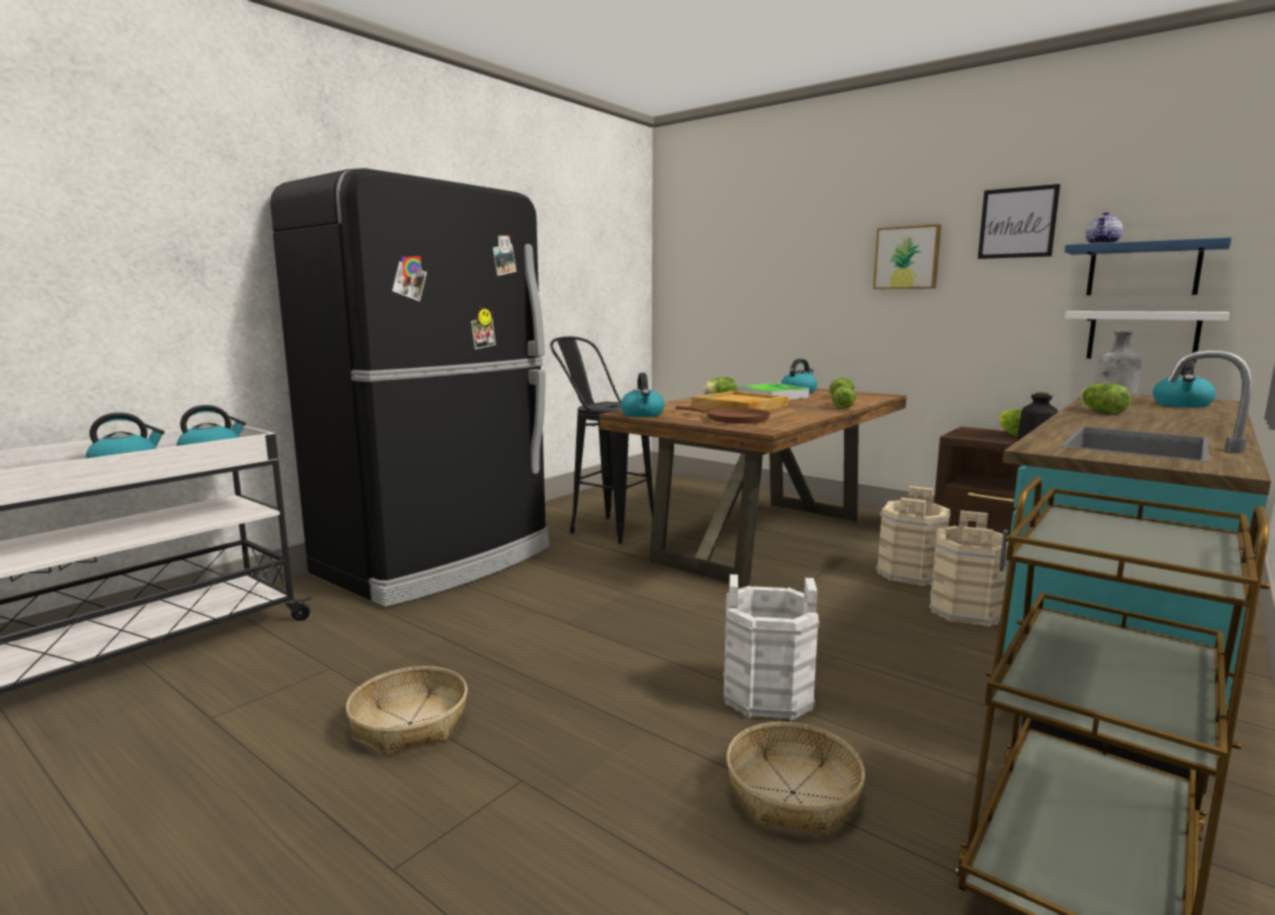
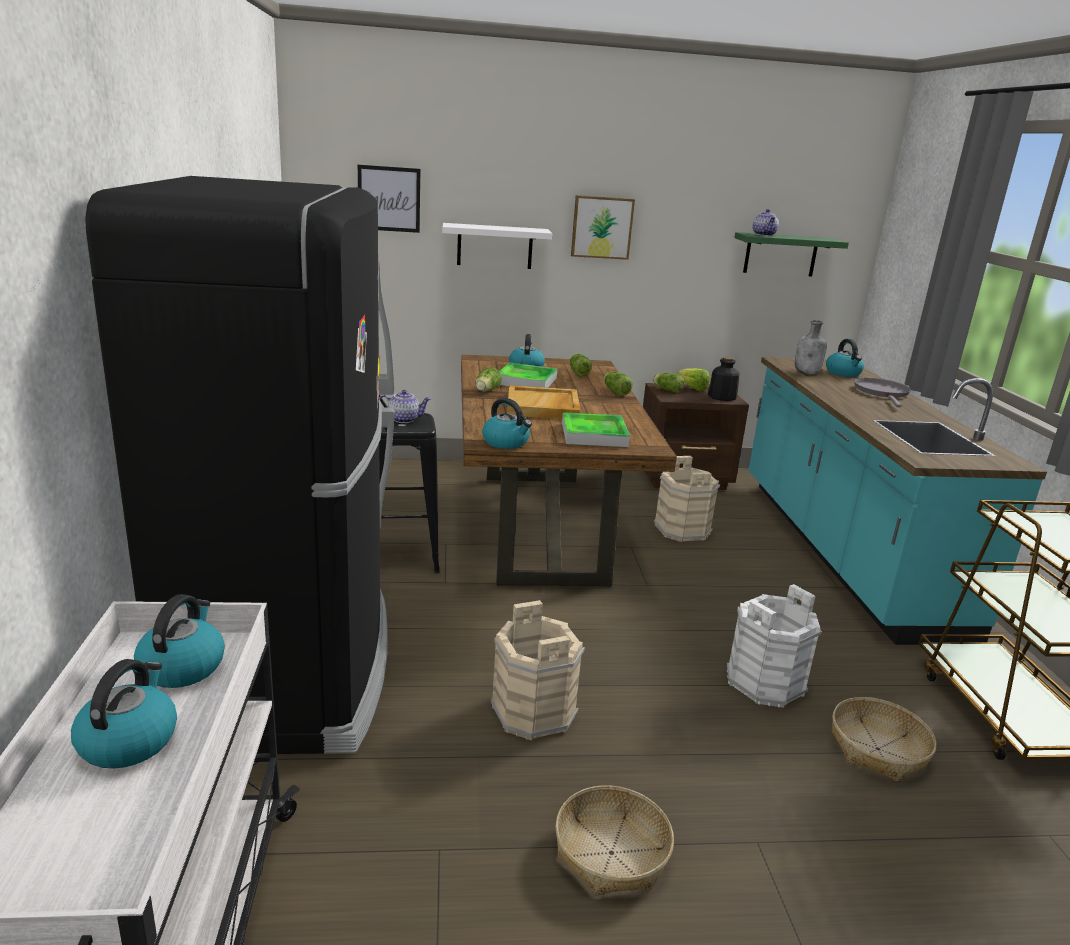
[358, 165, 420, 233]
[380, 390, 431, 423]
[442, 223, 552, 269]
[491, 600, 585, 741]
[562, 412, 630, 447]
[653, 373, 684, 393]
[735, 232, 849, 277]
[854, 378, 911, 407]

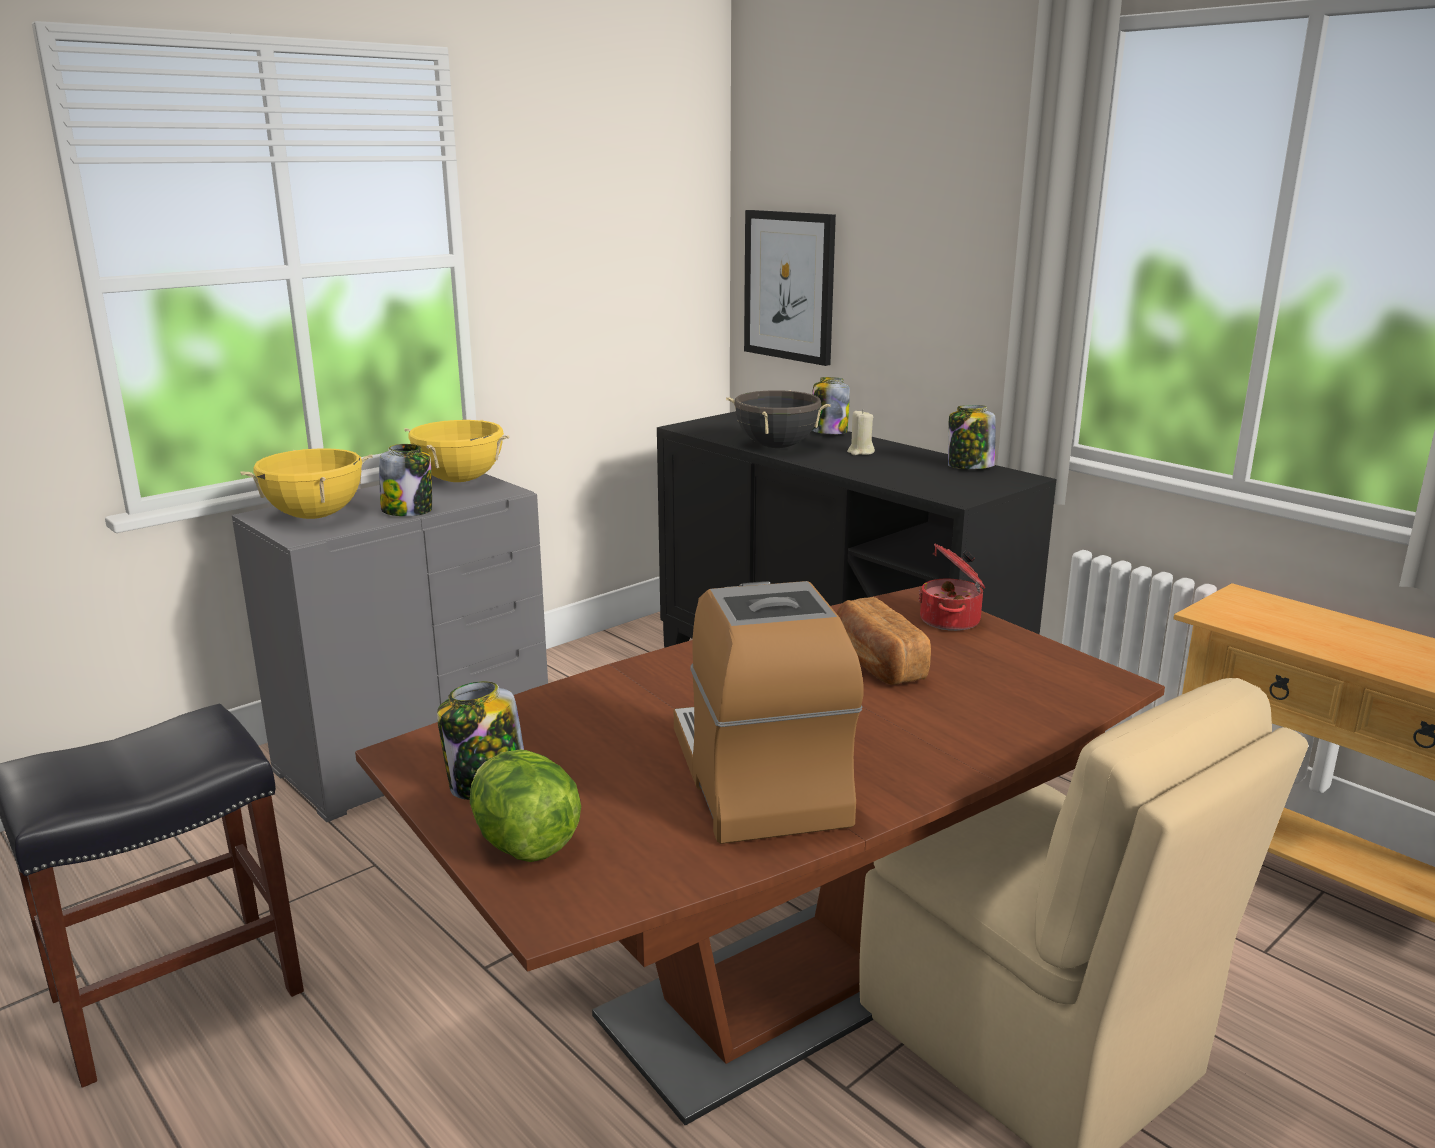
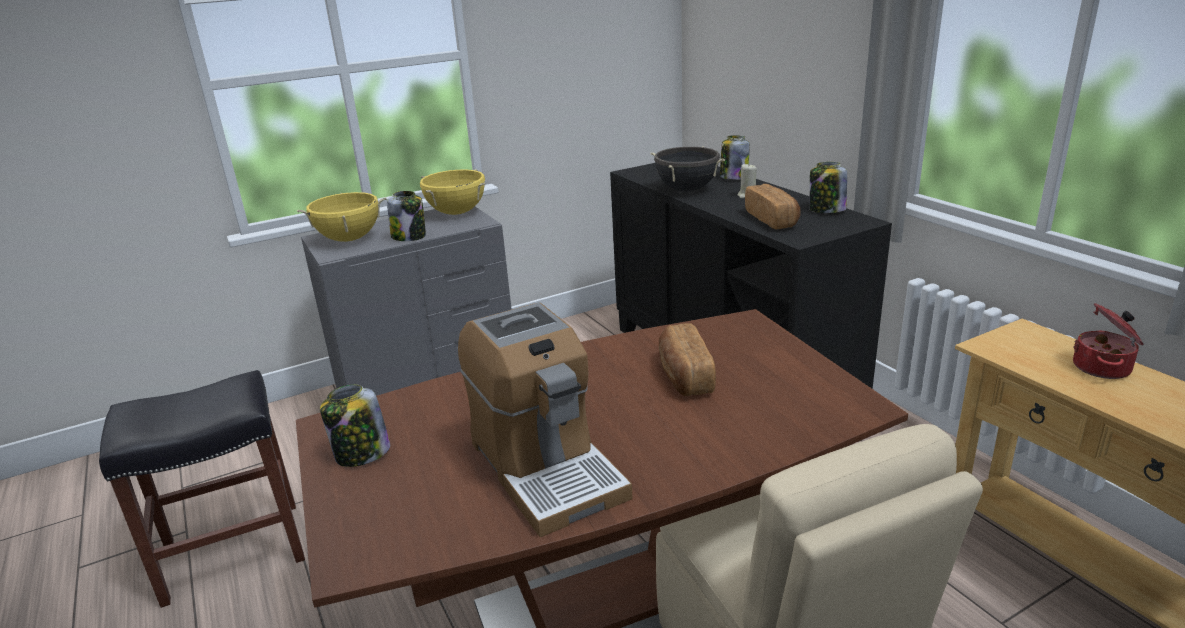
[458, 303, 633, 537]
[745, 184, 801, 230]
[1073, 303, 1143, 379]
[470, 749, 581, 862] (first image)
[744, 210, 836, 366] (first image)

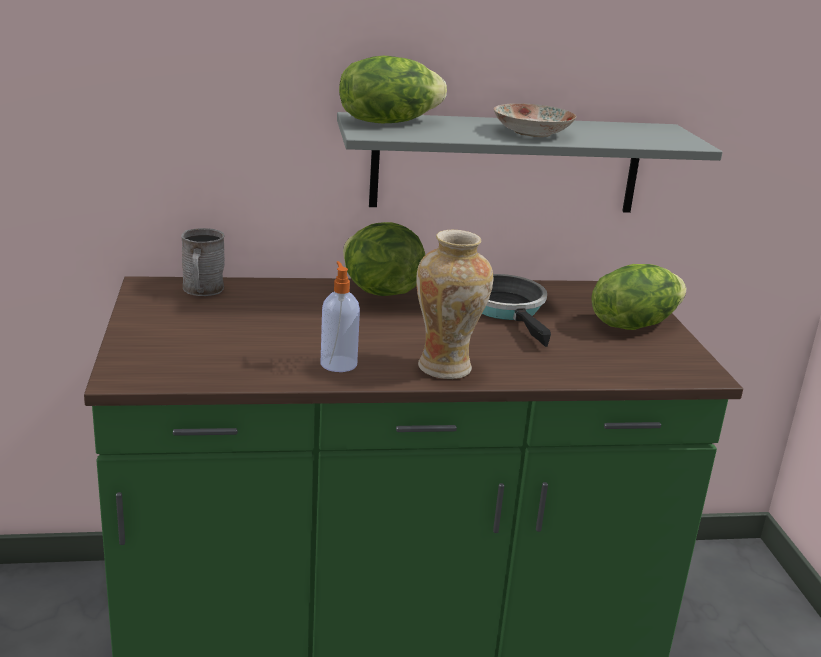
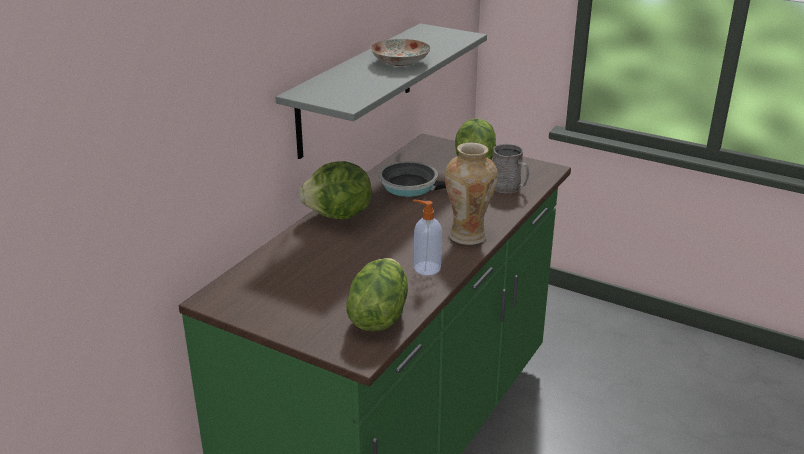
[346, 258, 408, 332]
[492, 144, 529, 193]

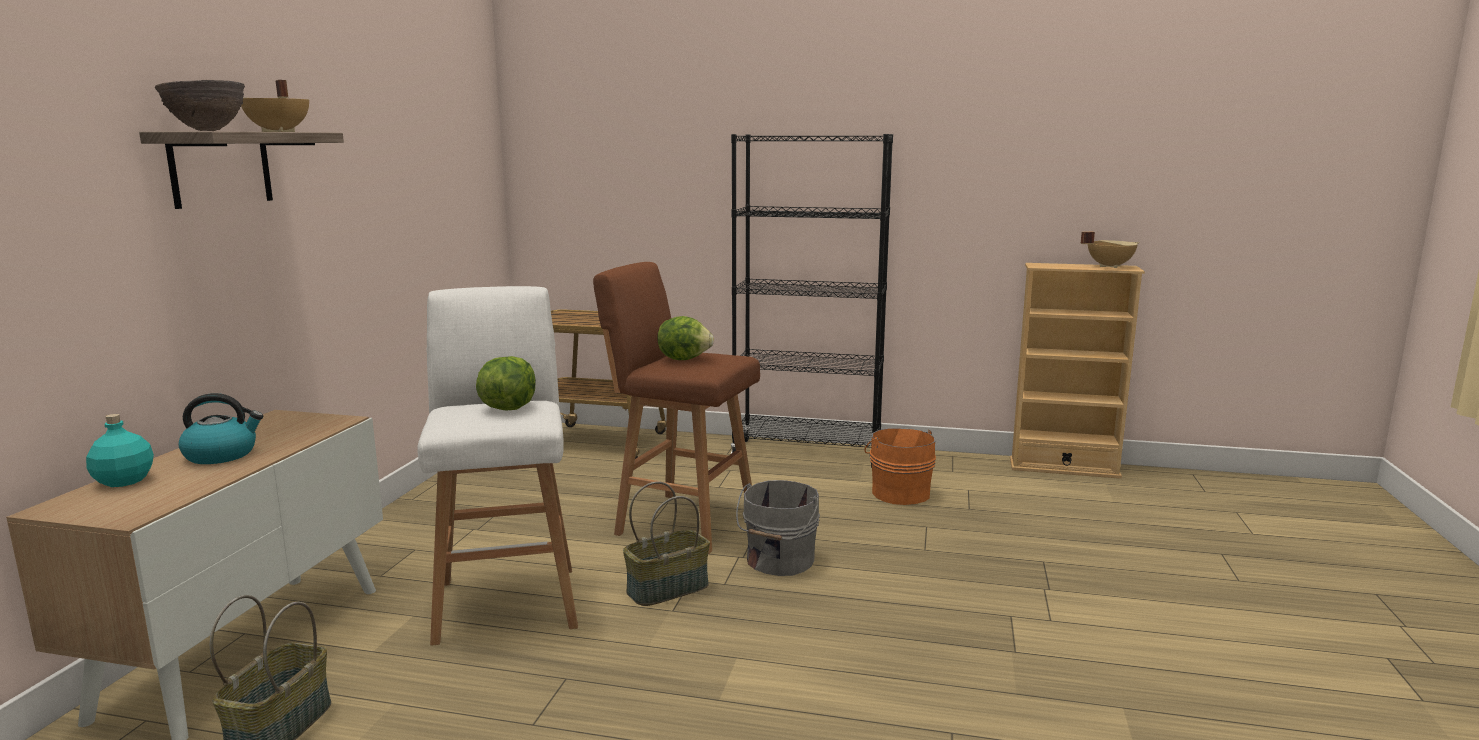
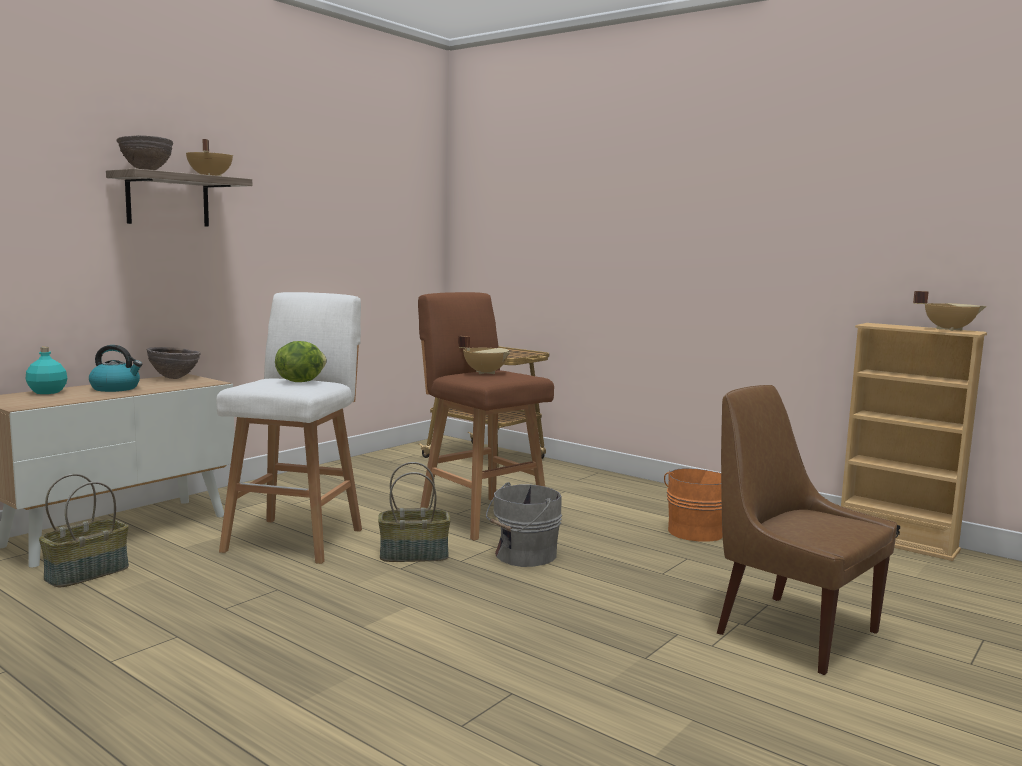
[146, 347, 201, 379]
[458, 336, 511, 374]
[717, 385, 897, 675]
[731, 134, 893, 468] (first image)

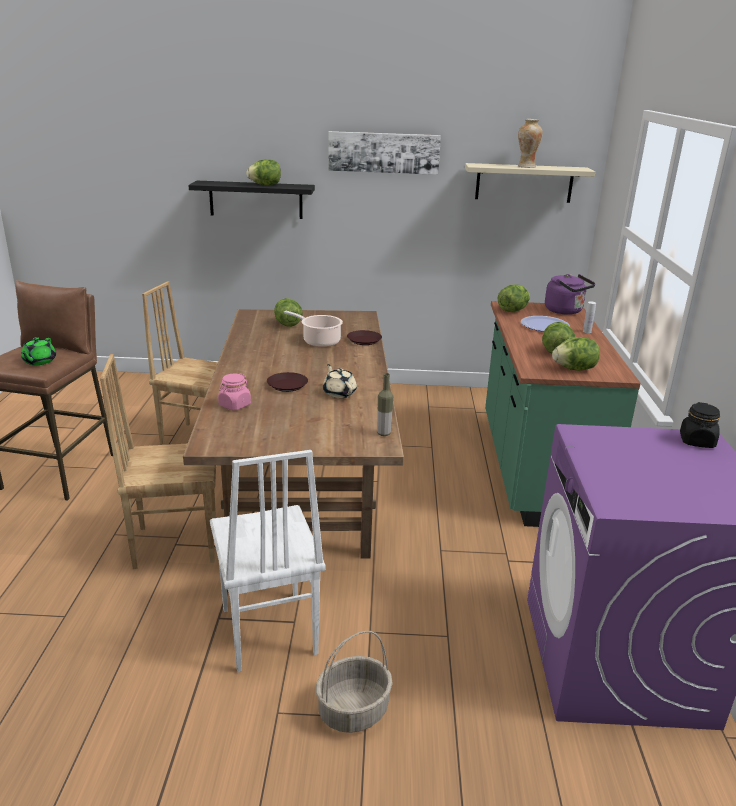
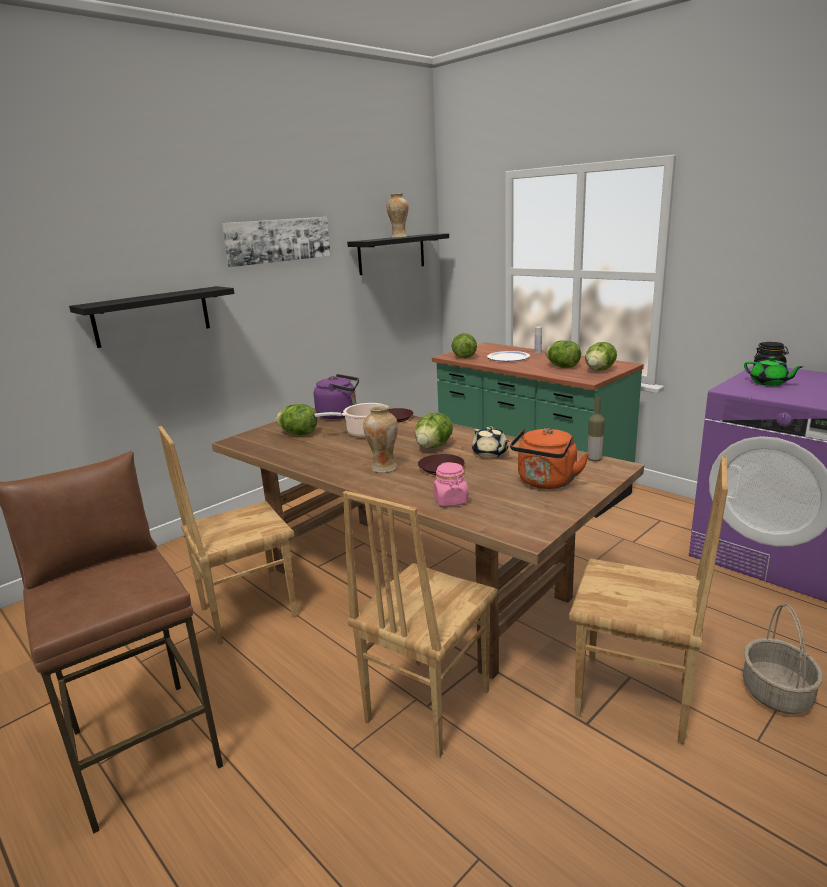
[314, 374, 359, 419]
[347, 234, 449, 275]
[363, 404, 398, 473]
[415, 413, 453, 449]
[472, 427, 510, 458]
[510, 428, 589, 489]
[569, 456, 728, 744]
[744, 356, 804, 386]

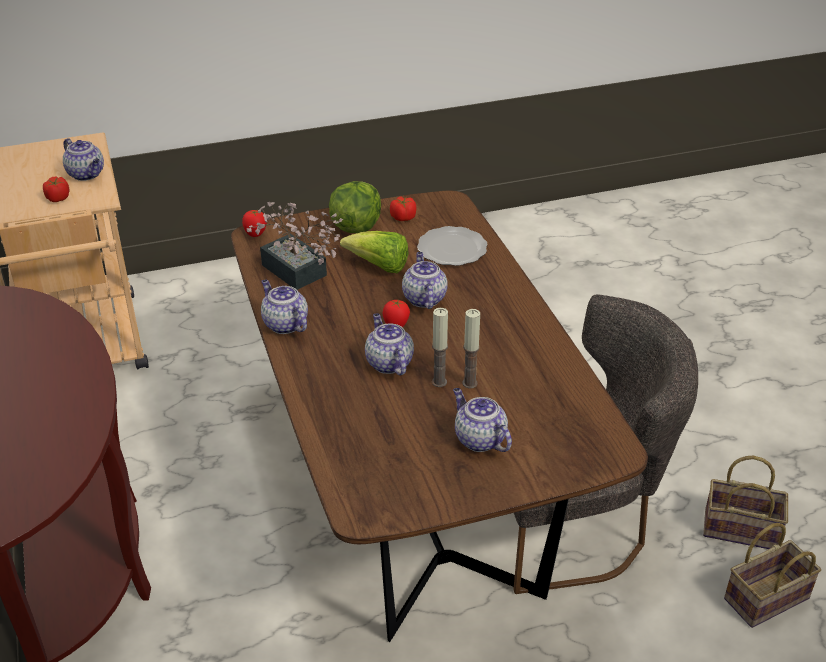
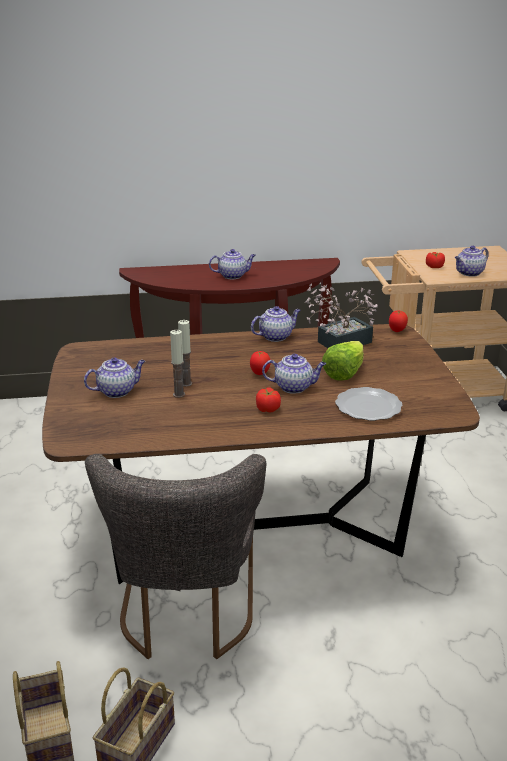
[209, 249, 256, 279]
[256, 387, 281, 413]
[329, 181, 381, 233] (first image)

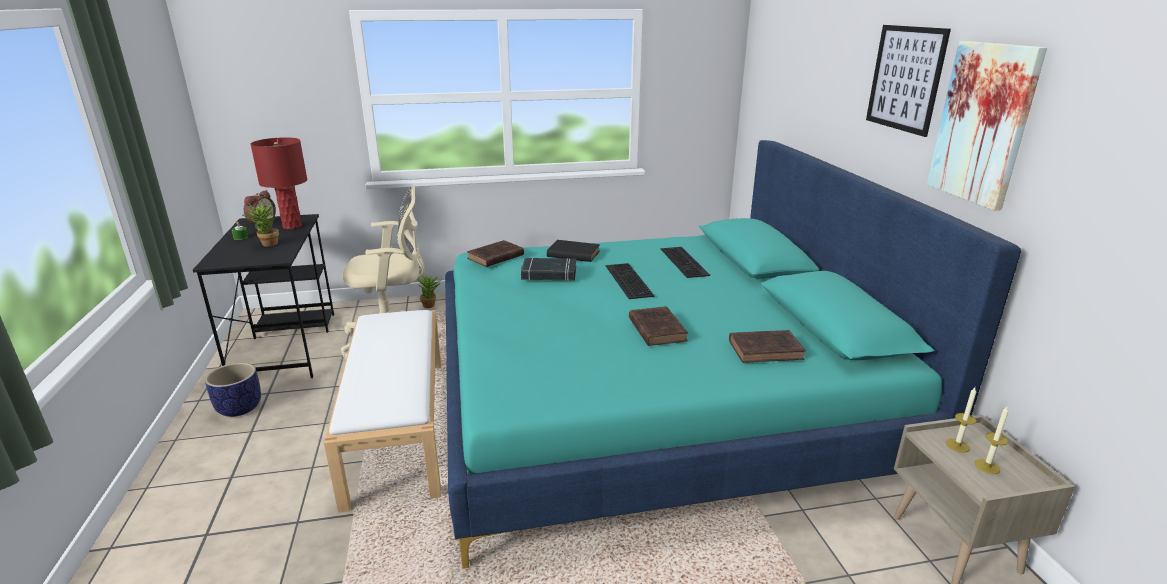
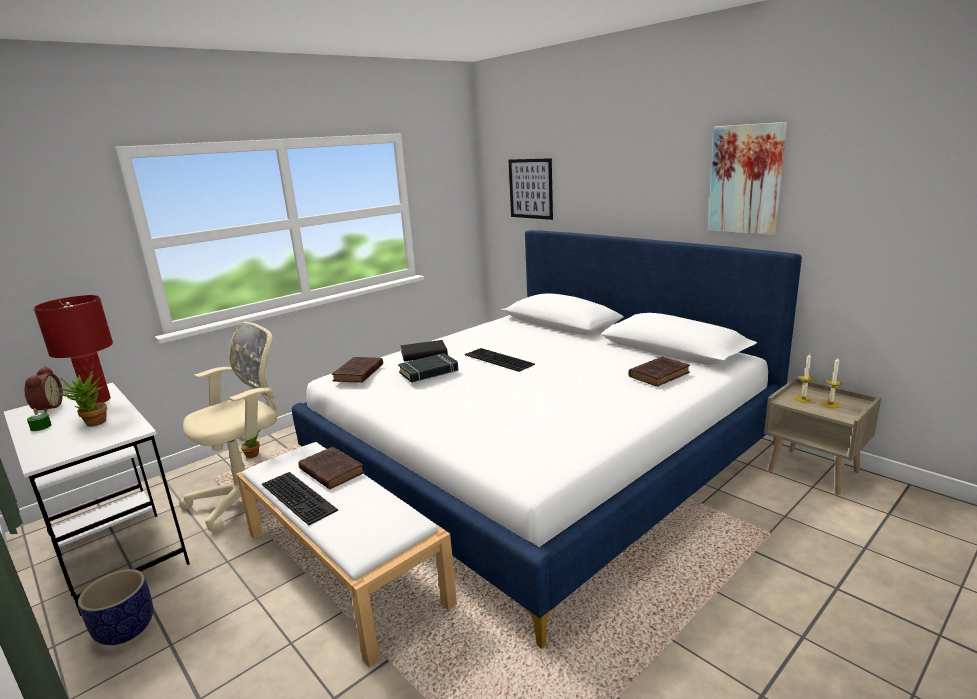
[4, 383, 190, 616]
[262, 472, 338, 525]
[292, 230, 802, 648]
[299, 447, 365, 489]
[509, 158, 553, 220]

